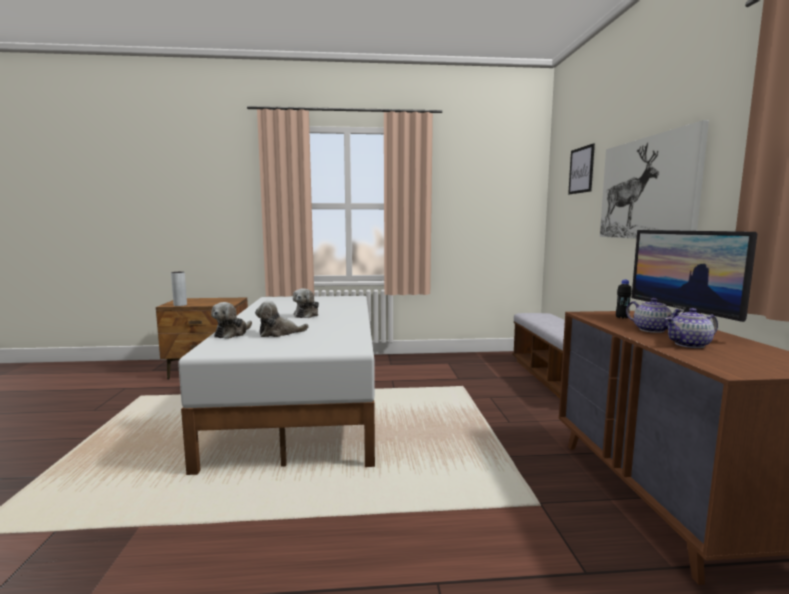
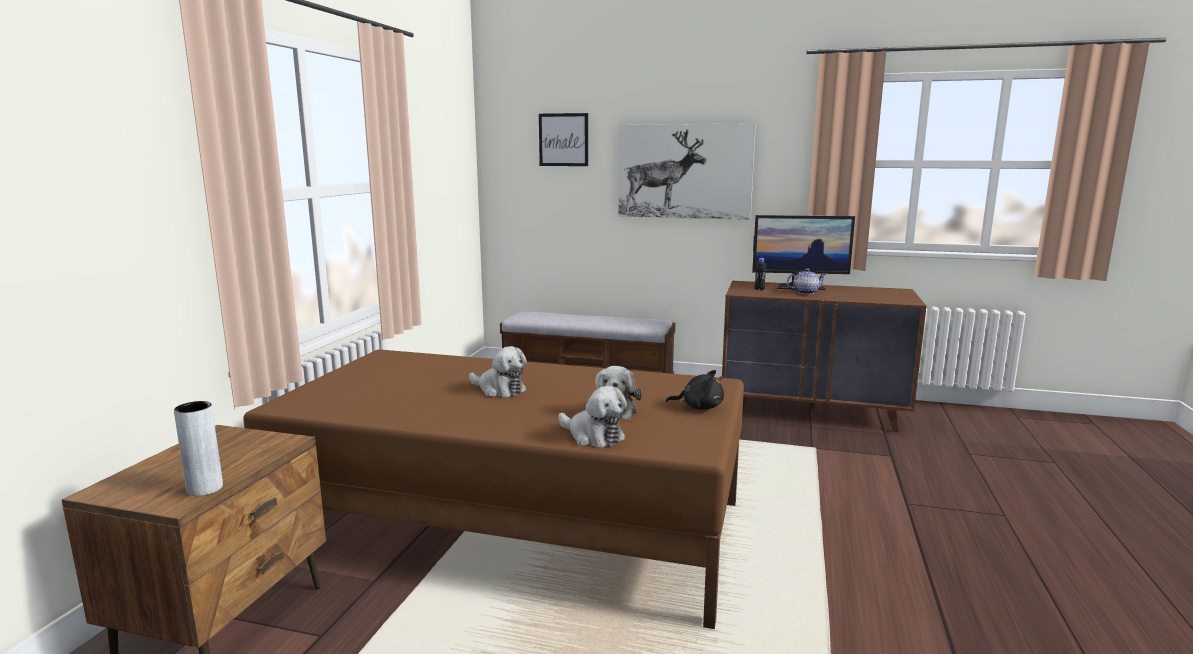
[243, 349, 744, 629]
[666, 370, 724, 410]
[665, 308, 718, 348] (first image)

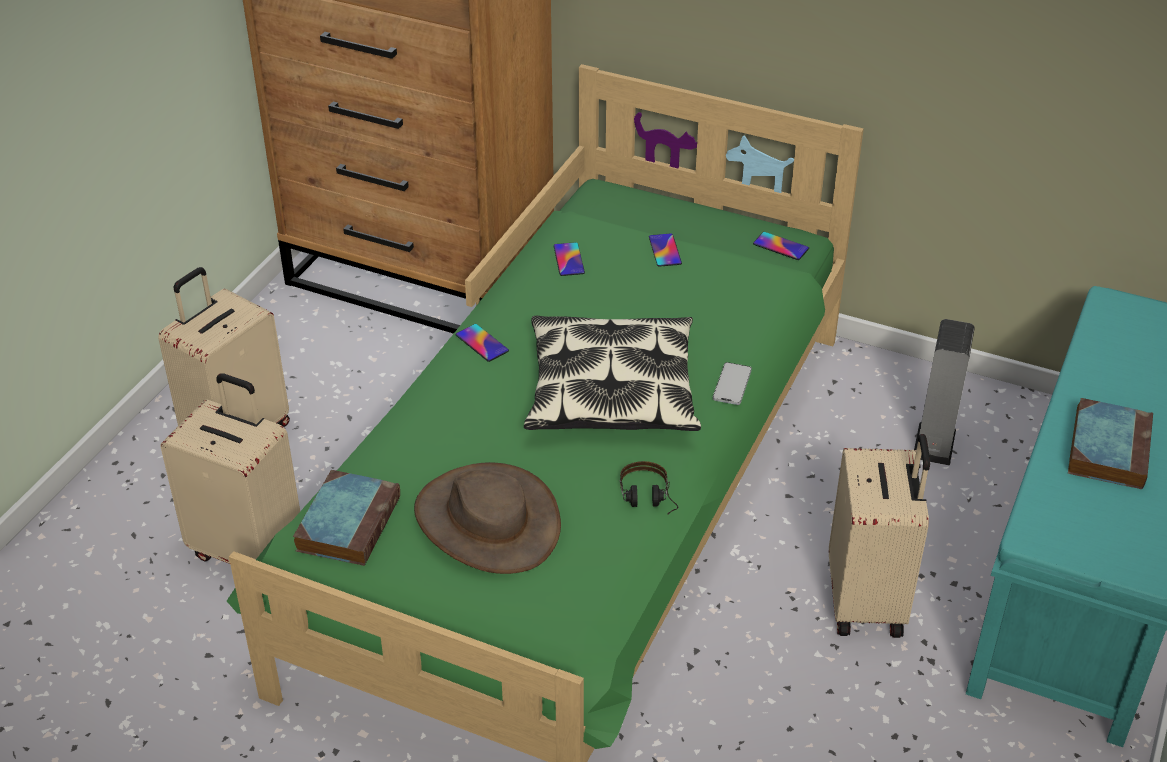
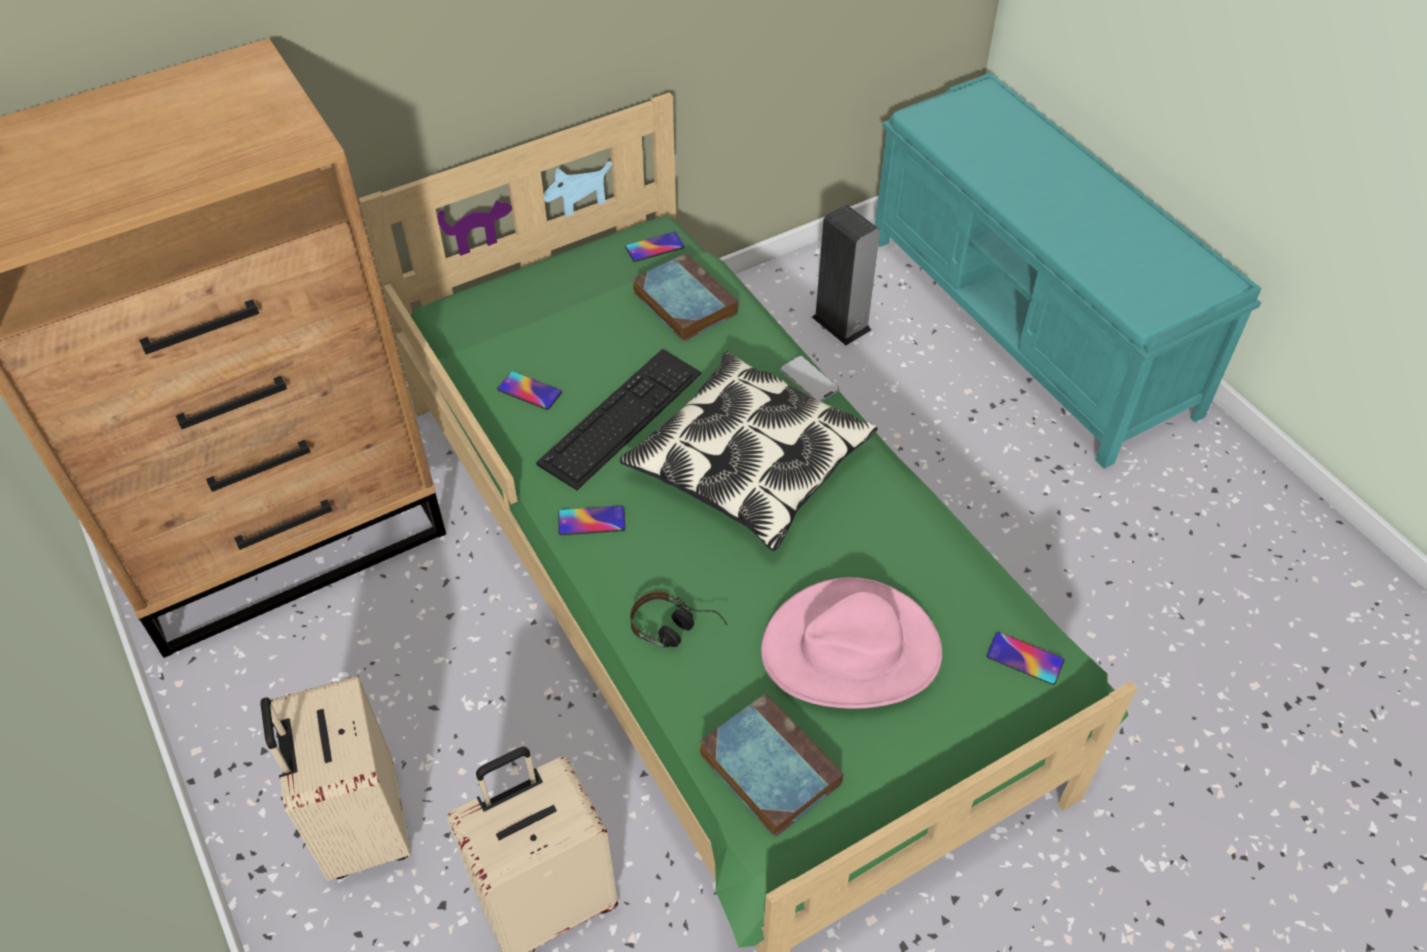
[536, 349, 702, 490]
[630, 591, 727, 648]
[633, 253, 738, 342]
[761, 577, 942, 709]
[986, 632, 1064, 685]
[829, 434, 930, 638] (first image)

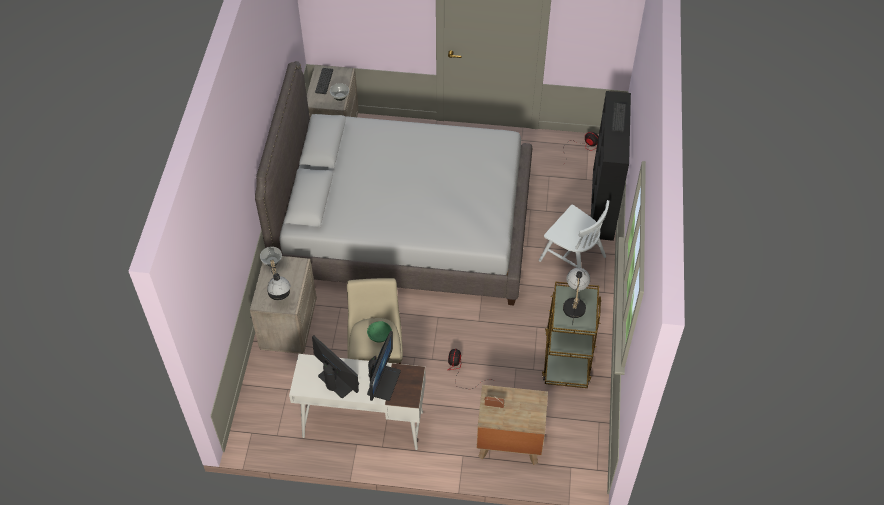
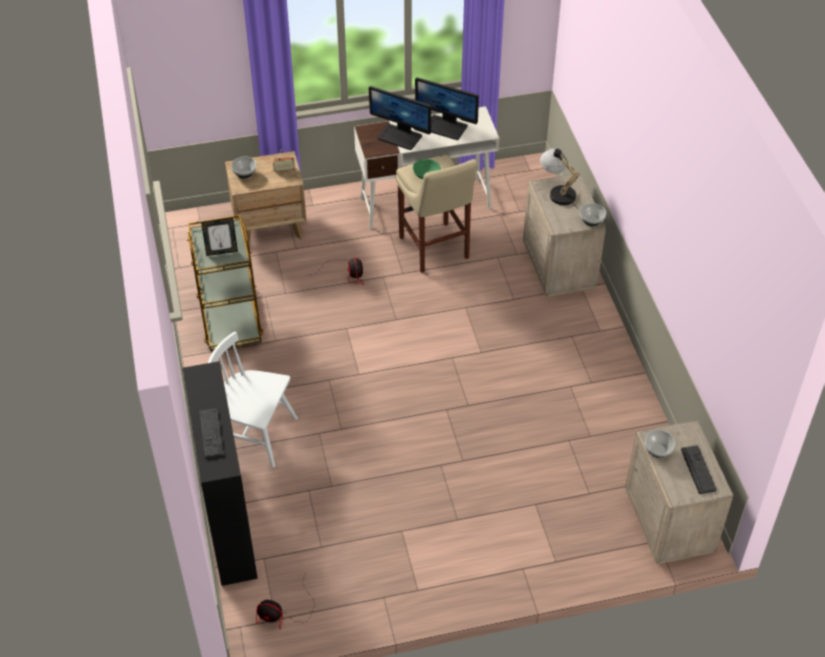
[201, 218, 238, 256]
[231, 156, 256, 179]
[369, 86, 431, 150]
[255, 61, 532, 306] (first image)

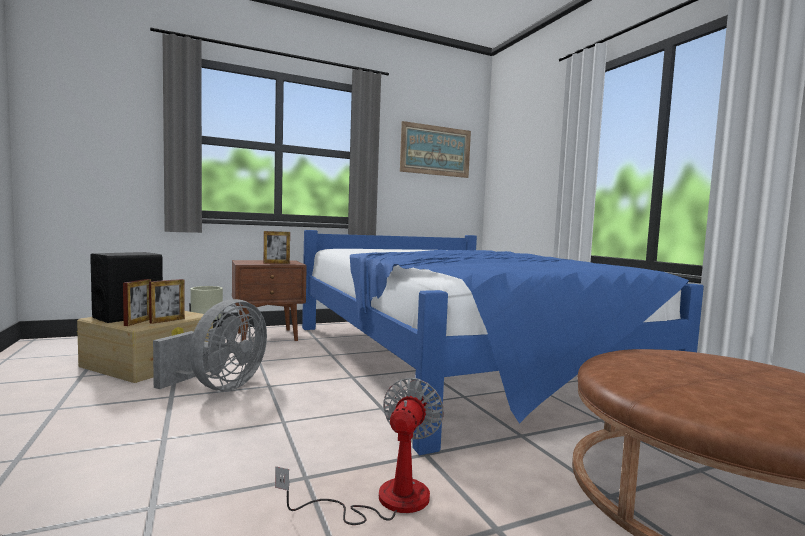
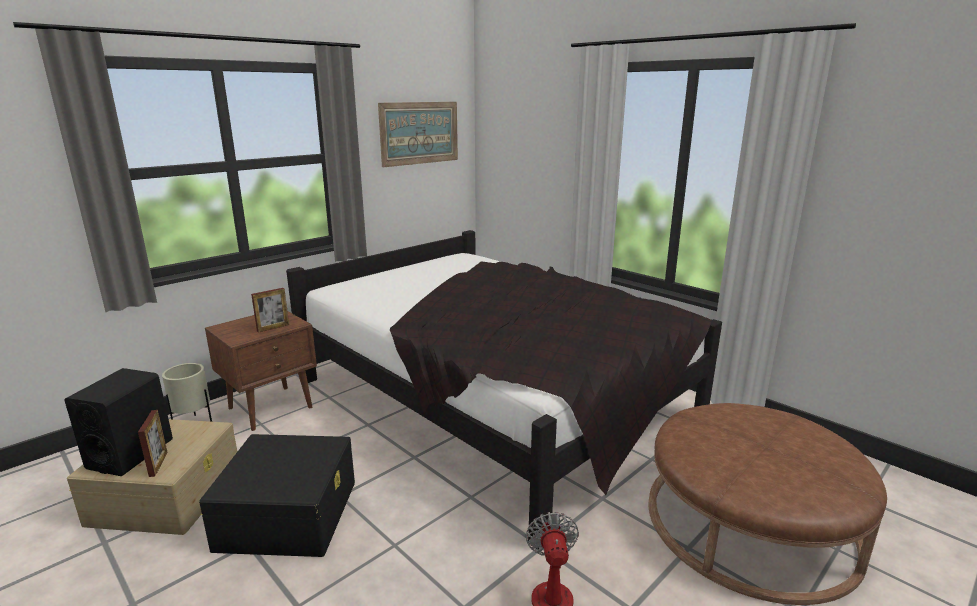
[199, 434, 355, 557]
[286, 230, 722, 549]
[149, 279, 185, 324] (first image)

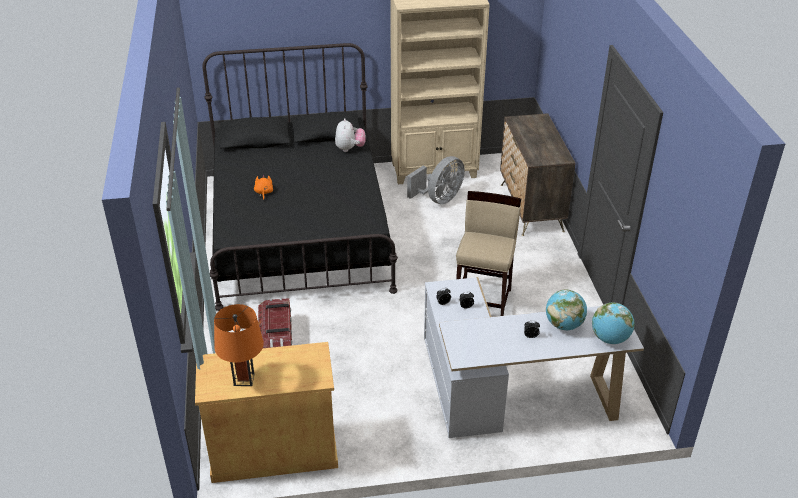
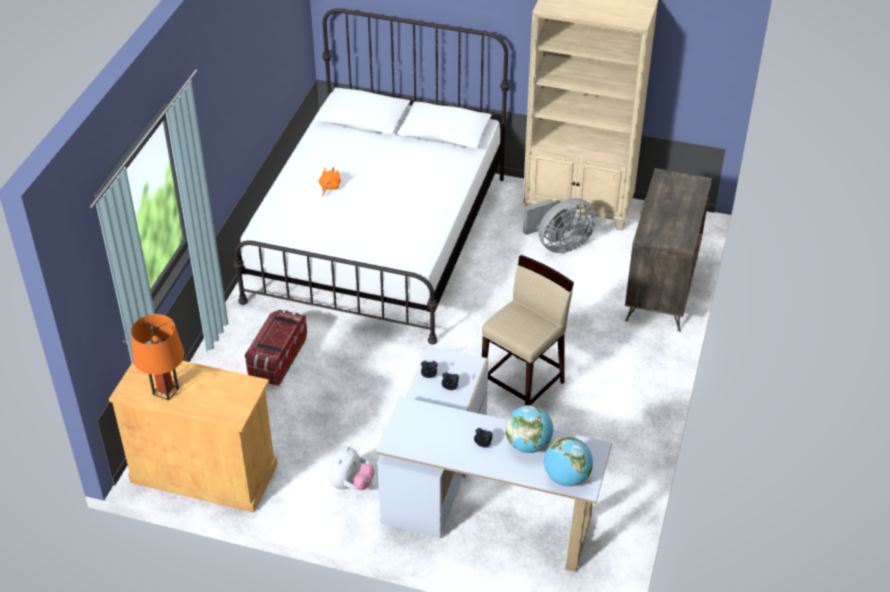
[233, 8, 510, 344]
[328, 447, 375, 490]

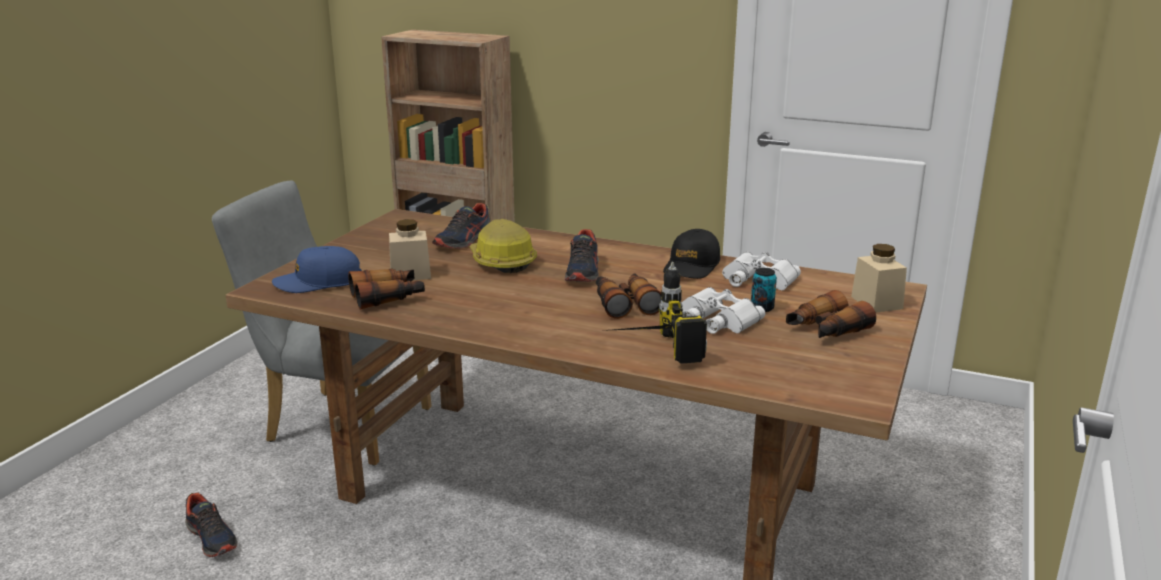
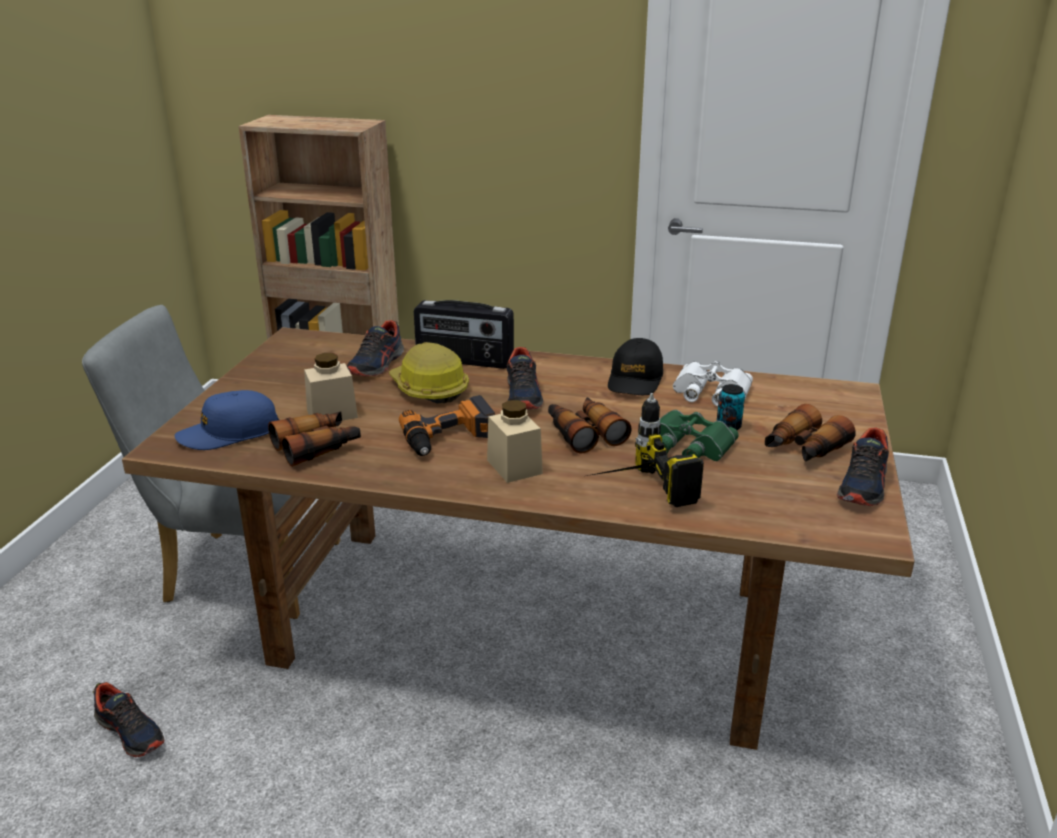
[399, 395, 495, 456]
[414, 300, 514, 369]
[487, 400, 543, 483]
[660, 410, 739, 461]
[837, 427, 889, 506]

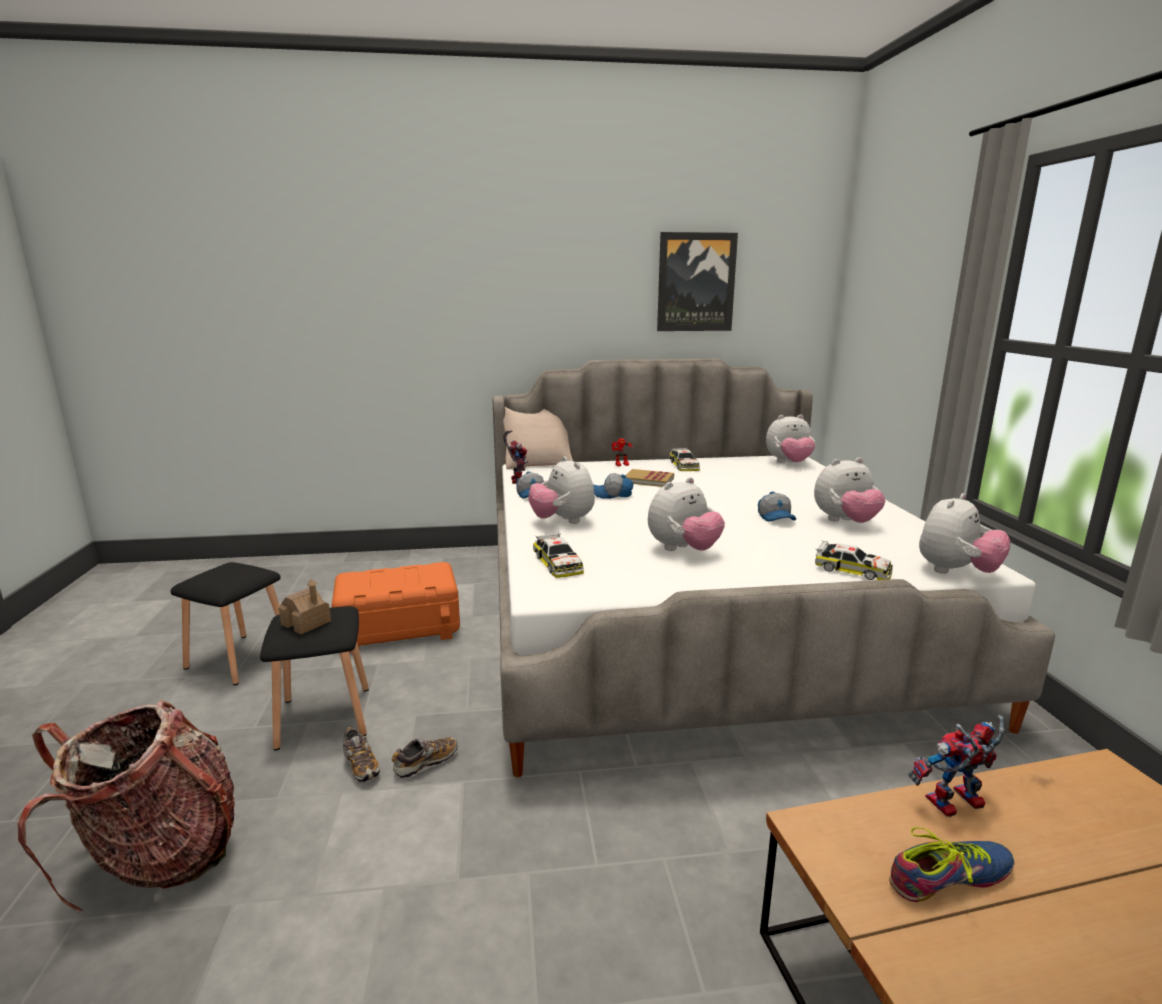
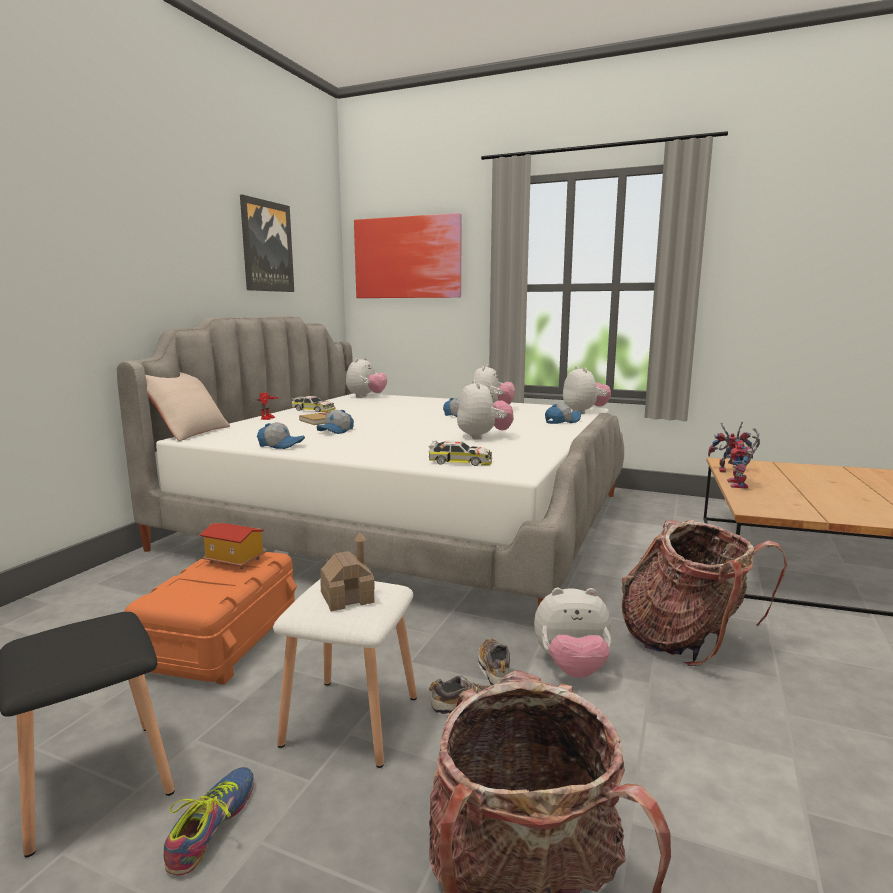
[164, 767, 254, 876]
[200, 523, 266, 569]
[273, 579, 417, 768]
[354, 213, 462, 298]
[534, 588, 611, 678]
[545, 402, 581, 424]
[621, 520, 787, 666]
[708, 421, 753, 473]

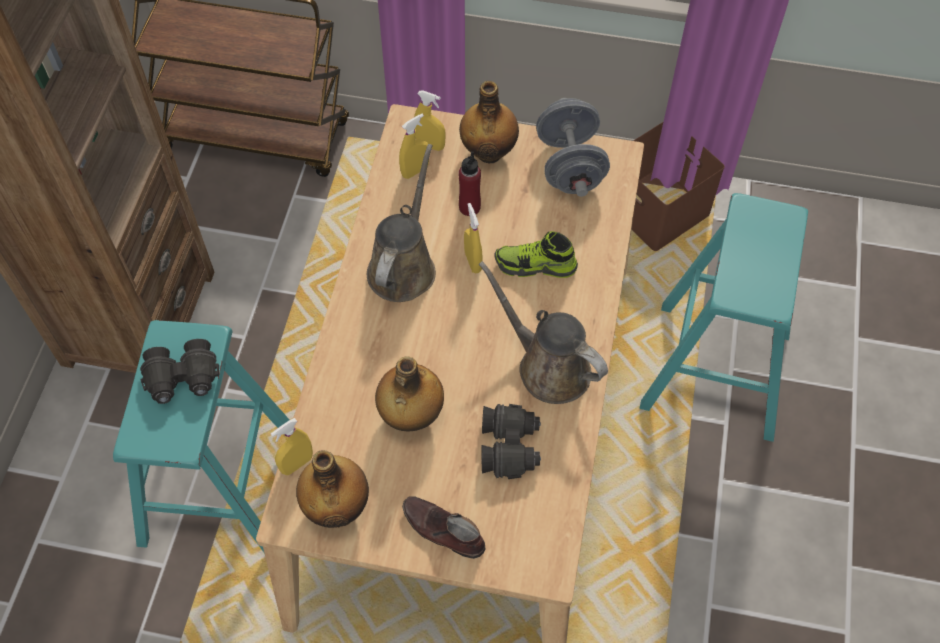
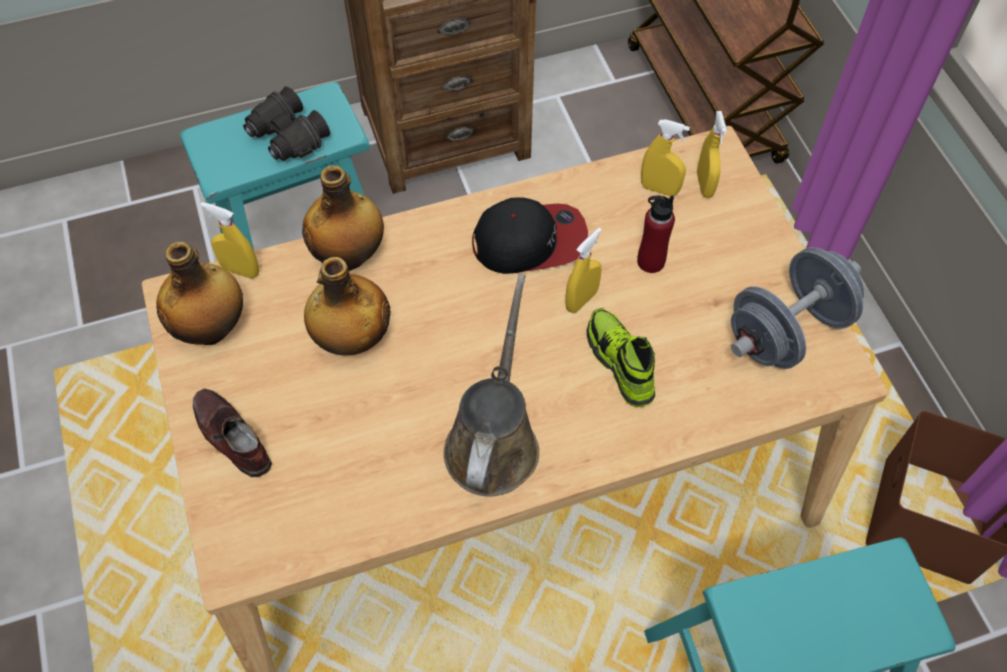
[193, 388, 272, 477]
[302, 165, 384, 271]
[472, 197, 588, 274]
[481, 404, 541, 479] (first image)

